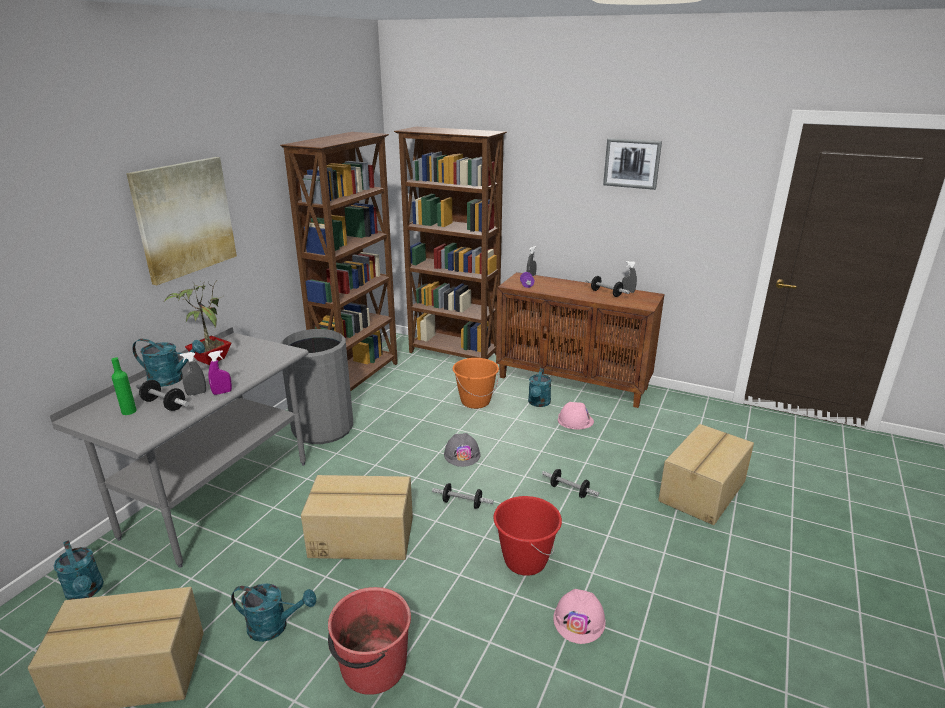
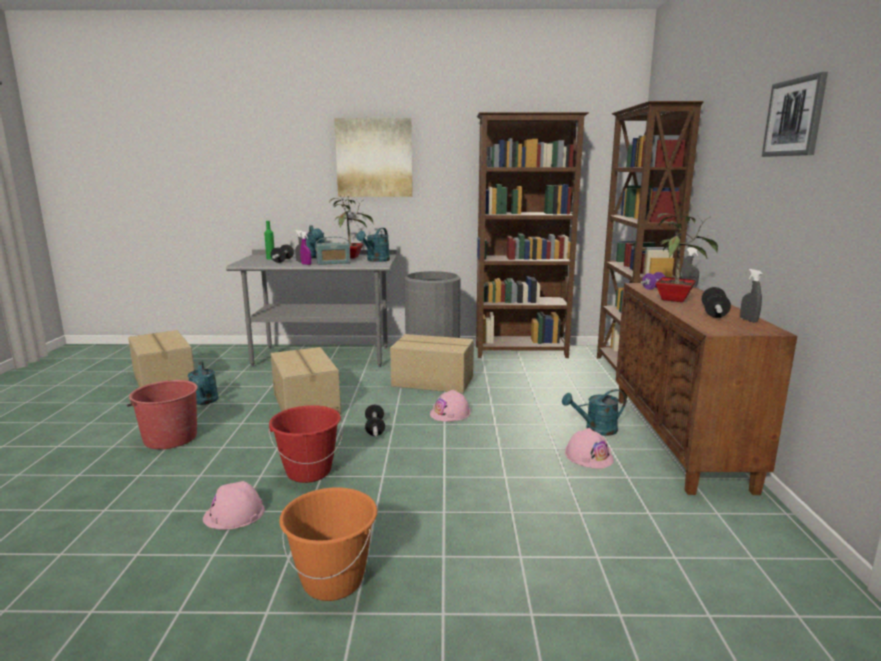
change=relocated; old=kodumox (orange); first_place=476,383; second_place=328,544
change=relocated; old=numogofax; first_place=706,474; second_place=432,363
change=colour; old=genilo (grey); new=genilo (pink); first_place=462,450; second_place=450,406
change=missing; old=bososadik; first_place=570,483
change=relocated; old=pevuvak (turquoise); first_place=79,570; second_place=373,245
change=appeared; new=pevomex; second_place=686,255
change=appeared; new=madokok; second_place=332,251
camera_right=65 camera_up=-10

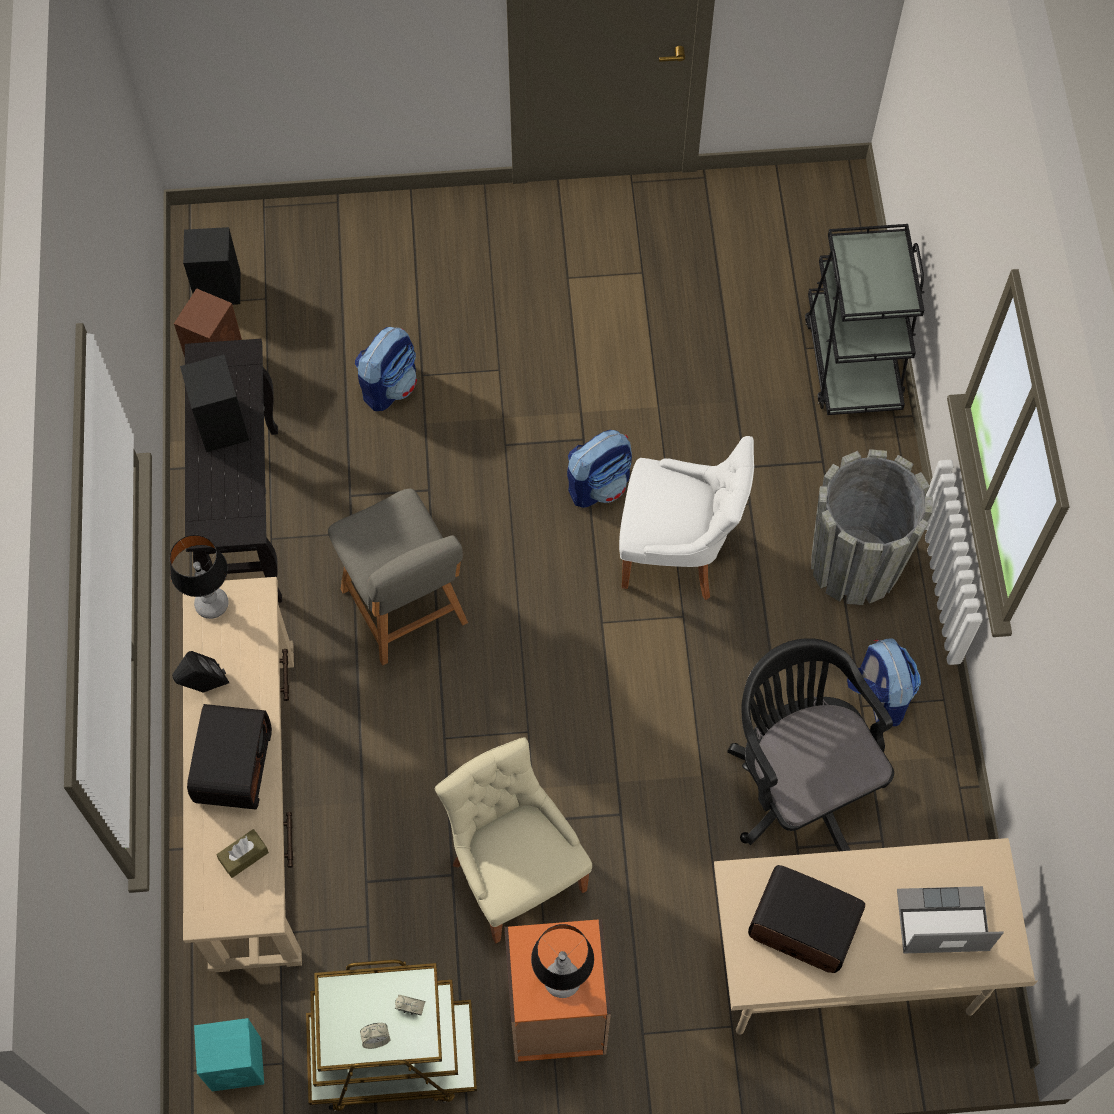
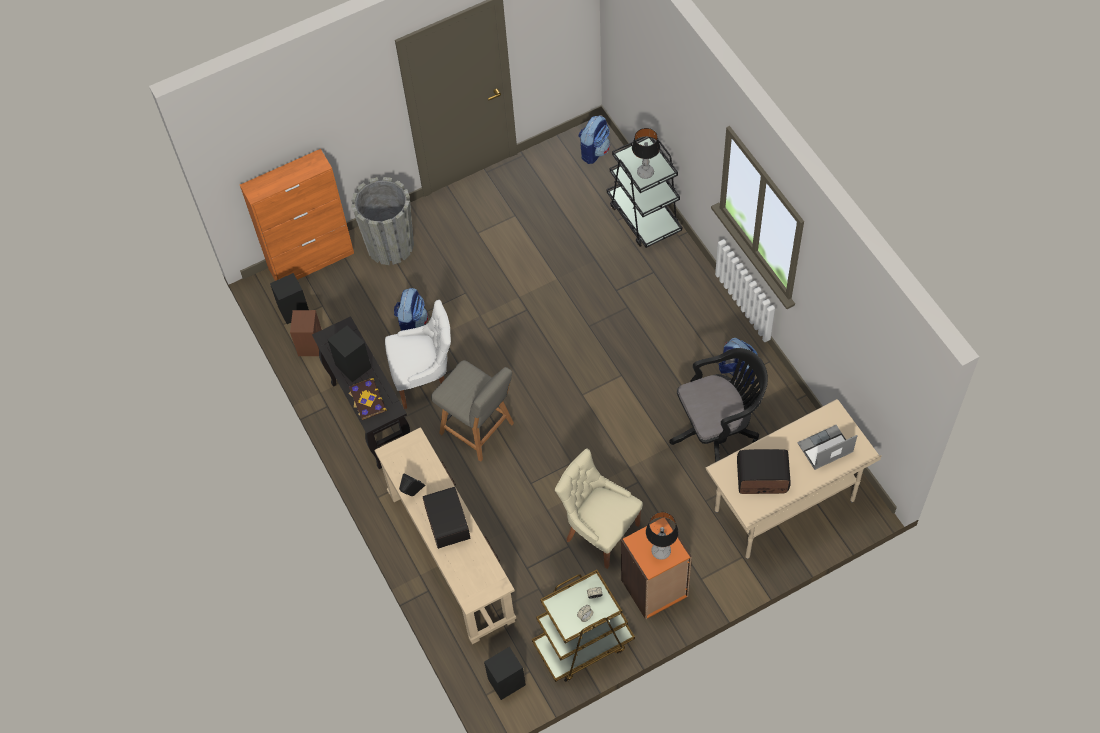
change=relocated; old=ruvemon; first_place=599,469; second_place=594,139
change=relocated; old=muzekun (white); first_place=686,518; second_place=418,354
change=relocated; old=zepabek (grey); first_place=872,527; second_place=382,221
change=relocated; old=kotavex; first_place=199,577; second_place=646,153
change=spun; old=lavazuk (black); first_place=810,744; second_place=718,405; degrees=120
change=missing; old=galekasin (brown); first_place=242,853
change=colour; old=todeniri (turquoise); new=todeniri (black); first_place=229,1054; second_place=505,673
change=appeared; new=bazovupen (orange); second_place=297,215
change=appeared; new=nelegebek; second_place=367,399
camera_right=-20 camera_up=-5

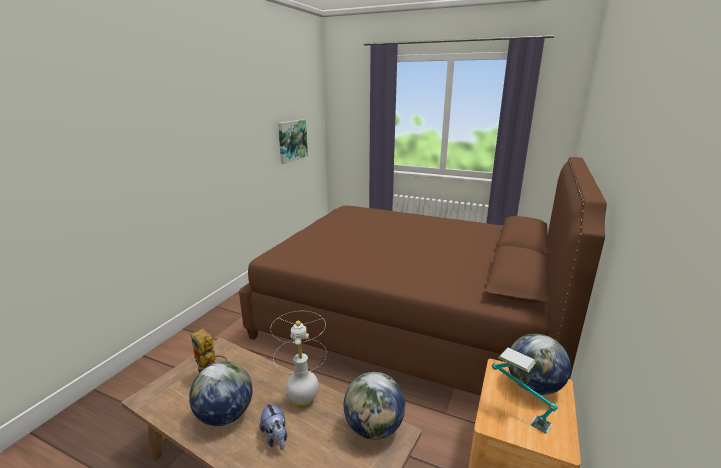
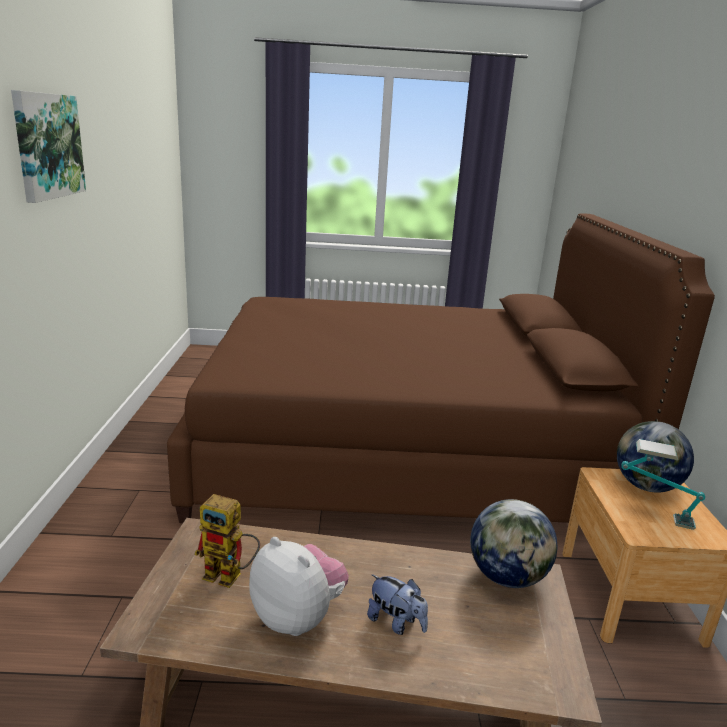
change=relocated; old=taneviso; first_place=293,141; second_place=48,146
change=missing; old=kotavex (white); first_place=298,359
change=exchanged; old=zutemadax; new=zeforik; first_place=220,393; second_place=299,586
camera_right=-25 camera_up=0

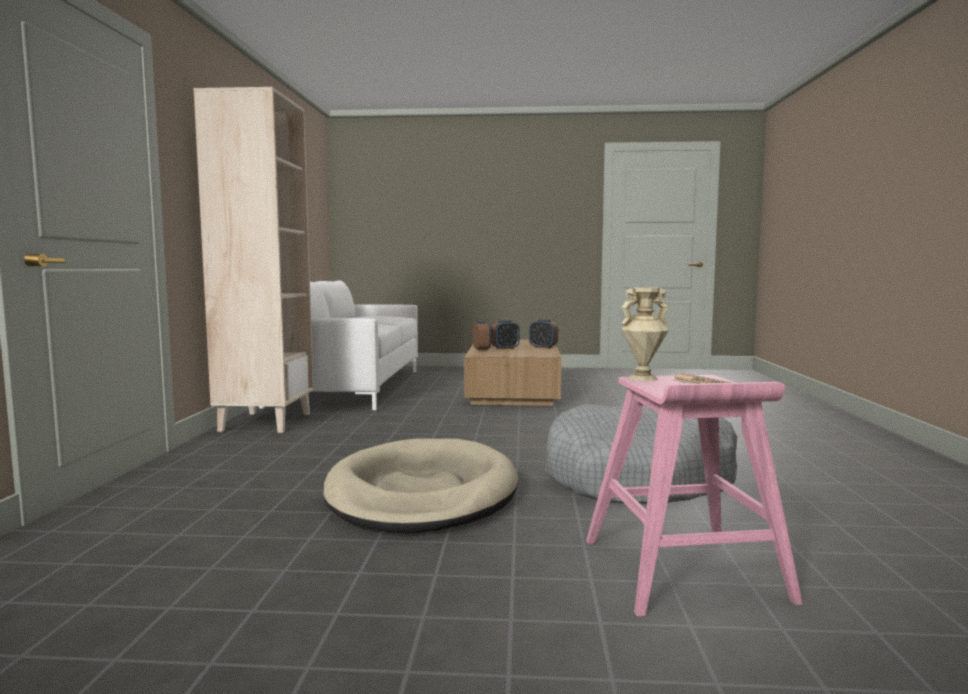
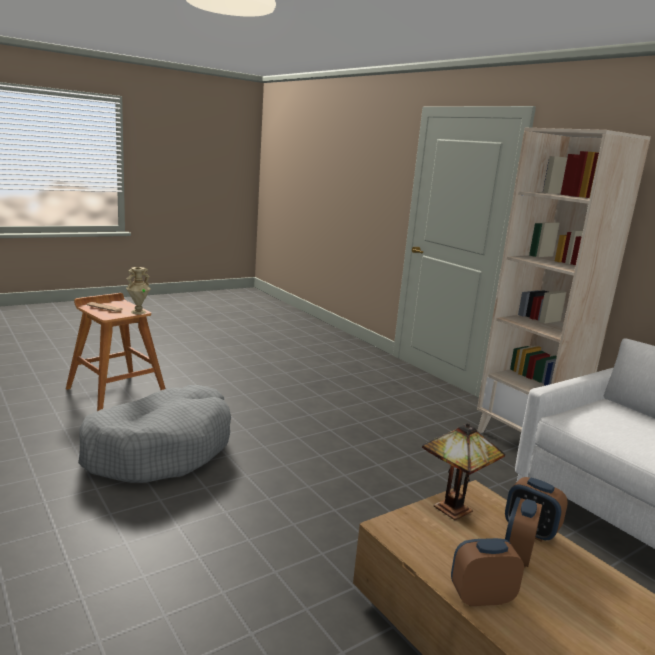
change=colour; old=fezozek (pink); new=fezozek (brown); first_place=694,495; second_place=115,352
change=missing; old=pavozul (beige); first_place=420,485
change=appeared; new=kotavex; second_place=463,471
camera_right=140 camera_up=10

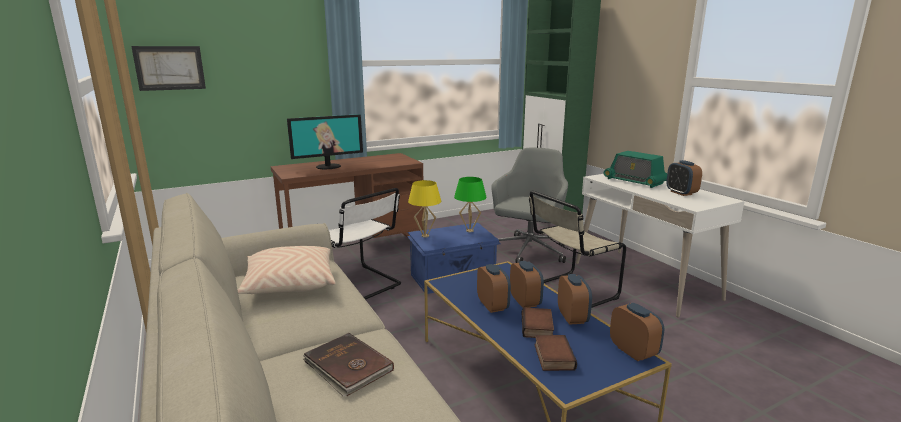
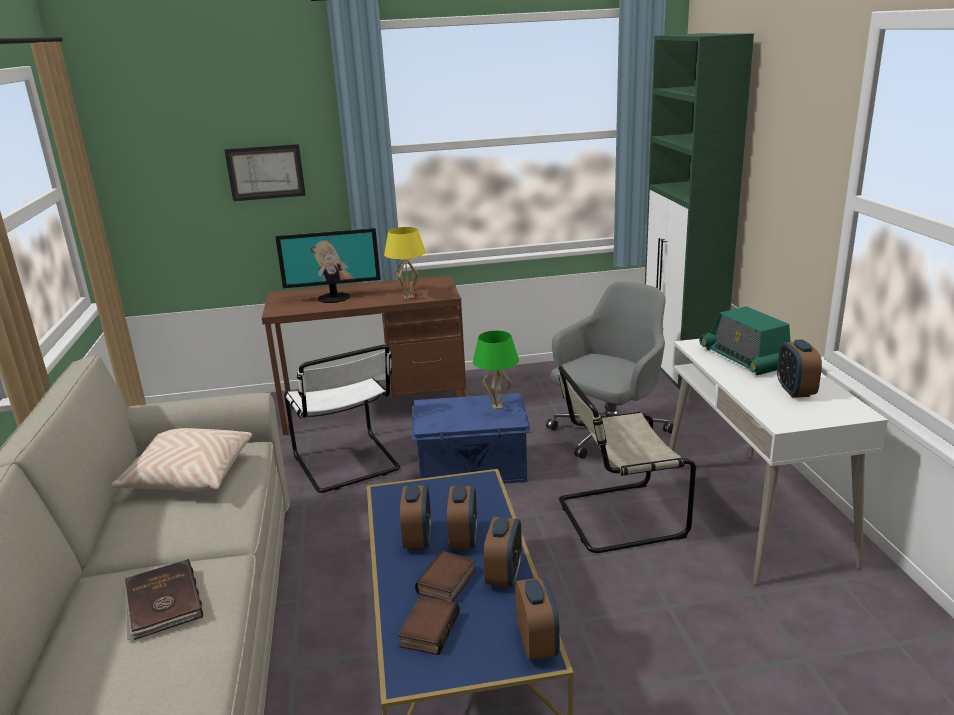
change=relocated; old=taneviso; first_place=168,68; second_place=265,172
change=relocated; old=kotavex (yellow); first_place=424,209; second_place=405,263
camera_right=20 camera_up=5

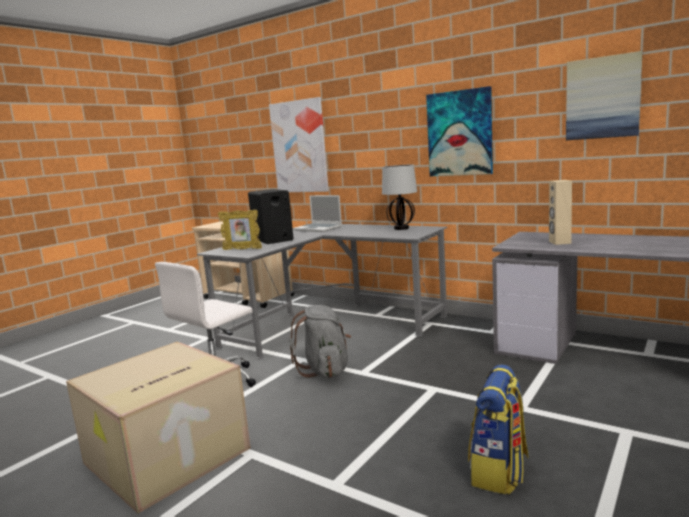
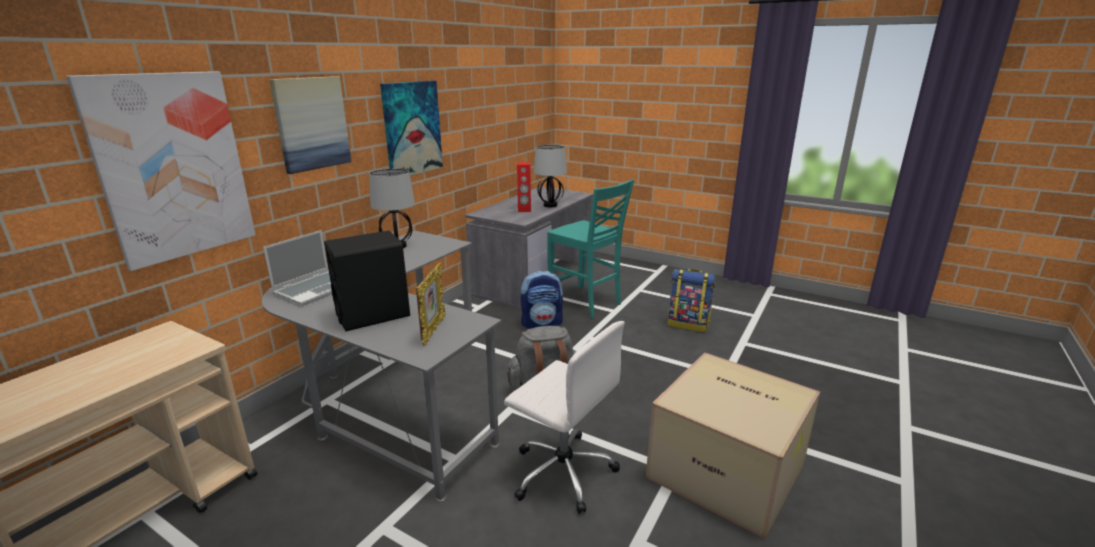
change=relocated; old=taneviso; first_place=604,95; second_place=310,125
change=colour; old=todeniri (beige); new=todeniri (red); first_place=560,212; second_place=524,187
change=appeared; new=kotavex; second_place=550,176
change=appeared; new=muzekun (turquoise); second_place=590,248
change=appeared; new=ruvemon; second_place=542,299
camera_right=-95 camera_up=10

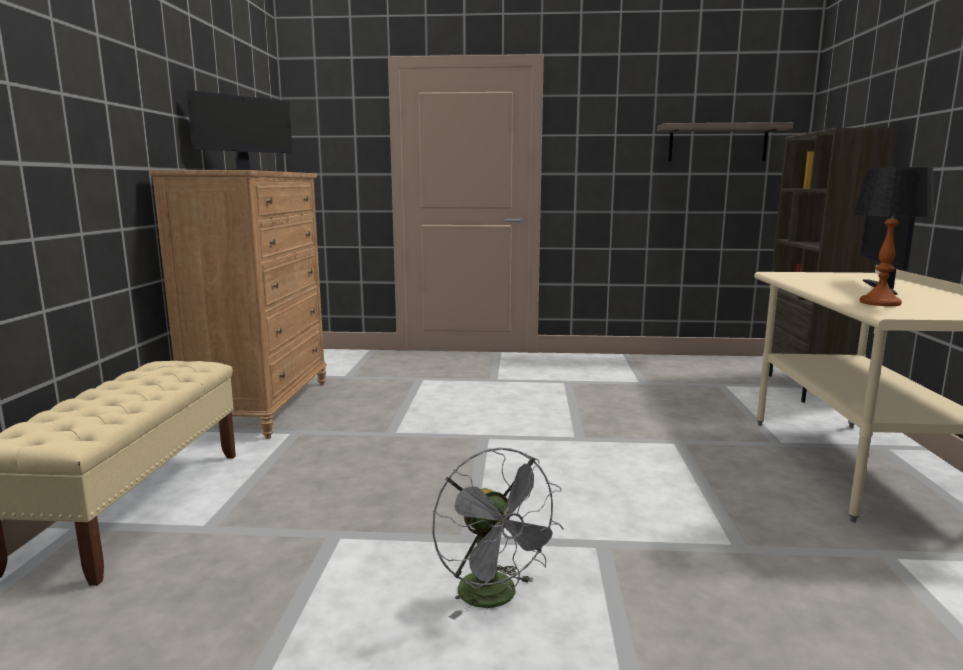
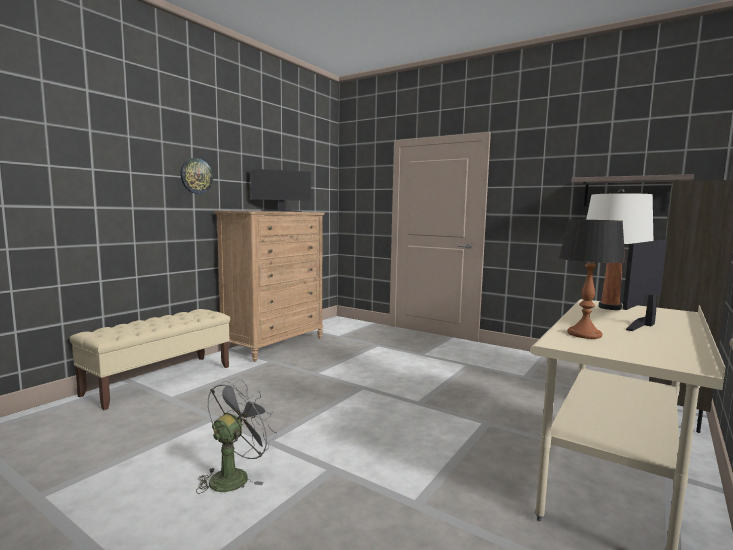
change=spun; old=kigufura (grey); first_place=498,534; second_place=236,436; degrees=-150
change=appeared; new=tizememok; second_place=196,176
change=appeared; new=kotavex (white); second_place=619,249
camera_right=30 camera_up=-5

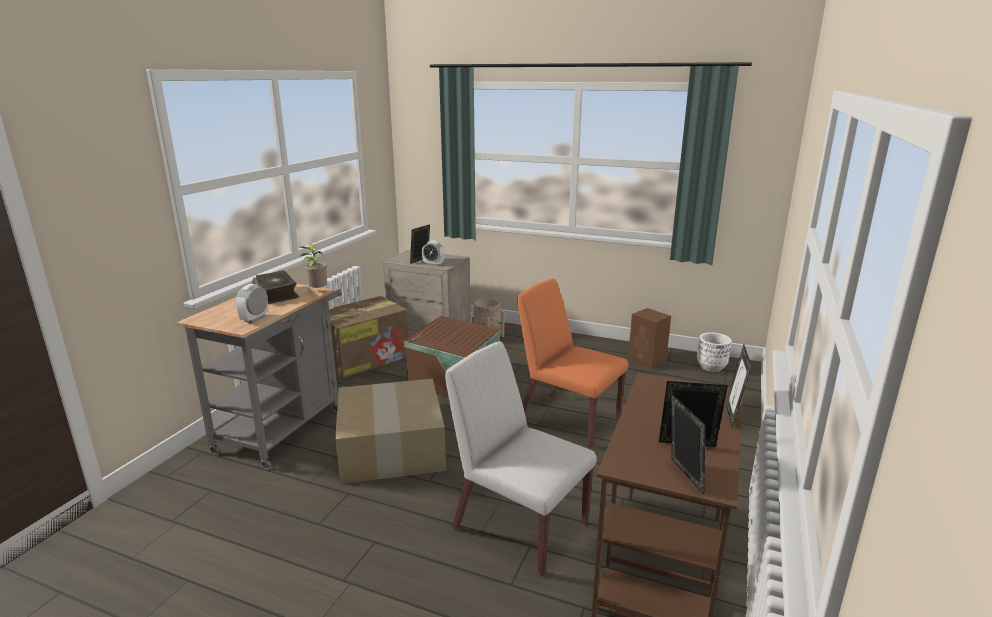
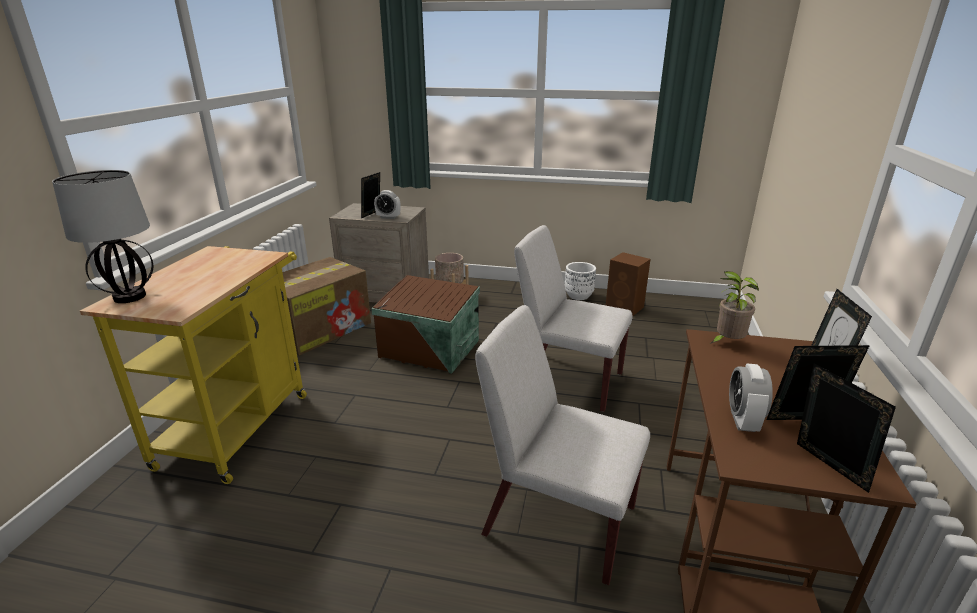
change=relocated; old=pevomex; first_place=313,267; second_place=734,307
change=missing; old=nelegebek; first_place=276,287
change=colour; old=muzekun (orange); new=muzekun (white); first_place=572,363; second_place=573,318
change=colour; old=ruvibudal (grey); new=ruvibudal (yellow); first_place=259,376; second_place=193,365
change=relocated; old=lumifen; first_place=252,303; second_place=751,397
change=relocated; old=zepabek (white); first_place=714,352; second_place=580,281
change=missing; old=numogofax; first_place=390,431
change=appeared; new=kotavex; second_place=102,236
camera_right=-10 camera_up=5

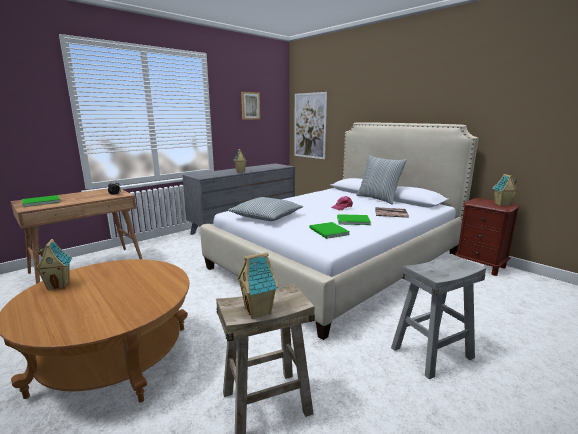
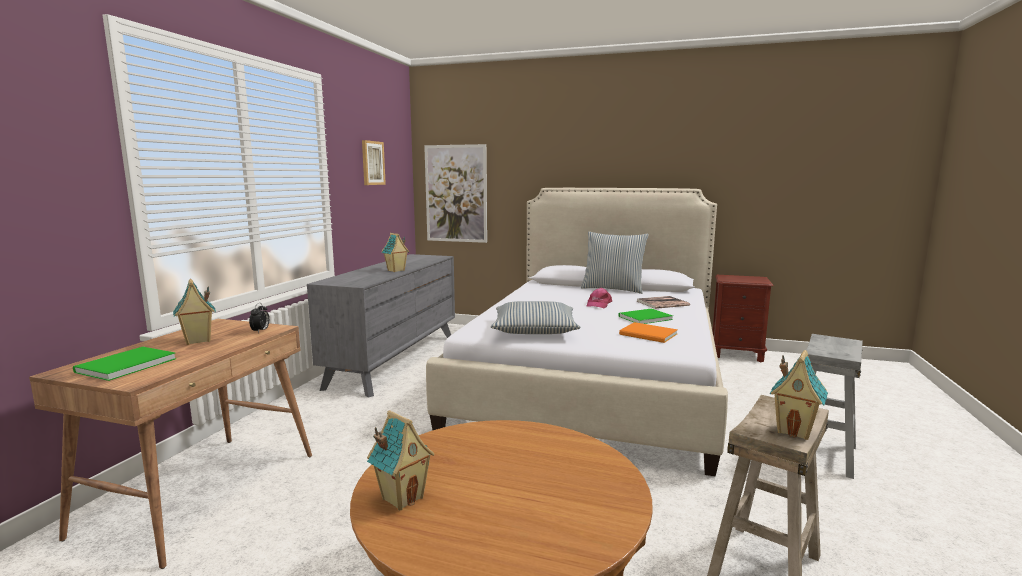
change=relocated; old=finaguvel; first_place=505,190; second_place=194,312
change=colour; old=nelegebek (green); new=nelegebek (orange); first_place=329,230; second_place=648,332
camera_right=-30 camera_up=-5

